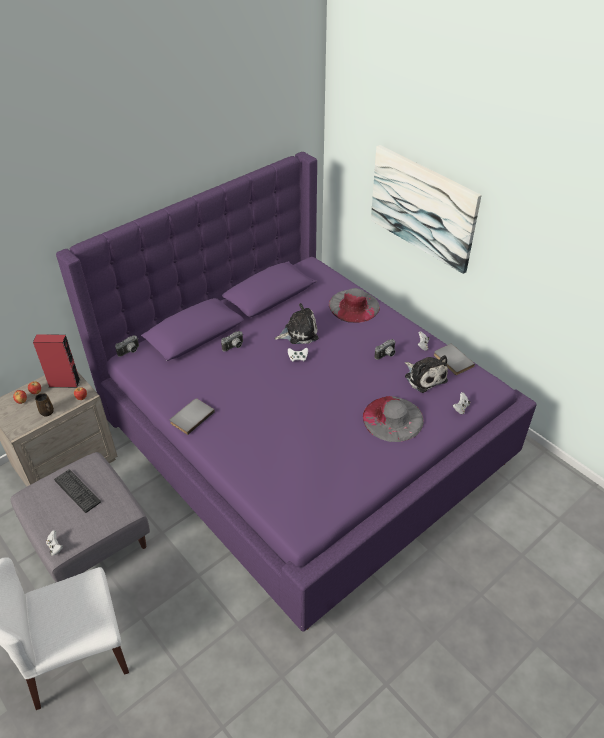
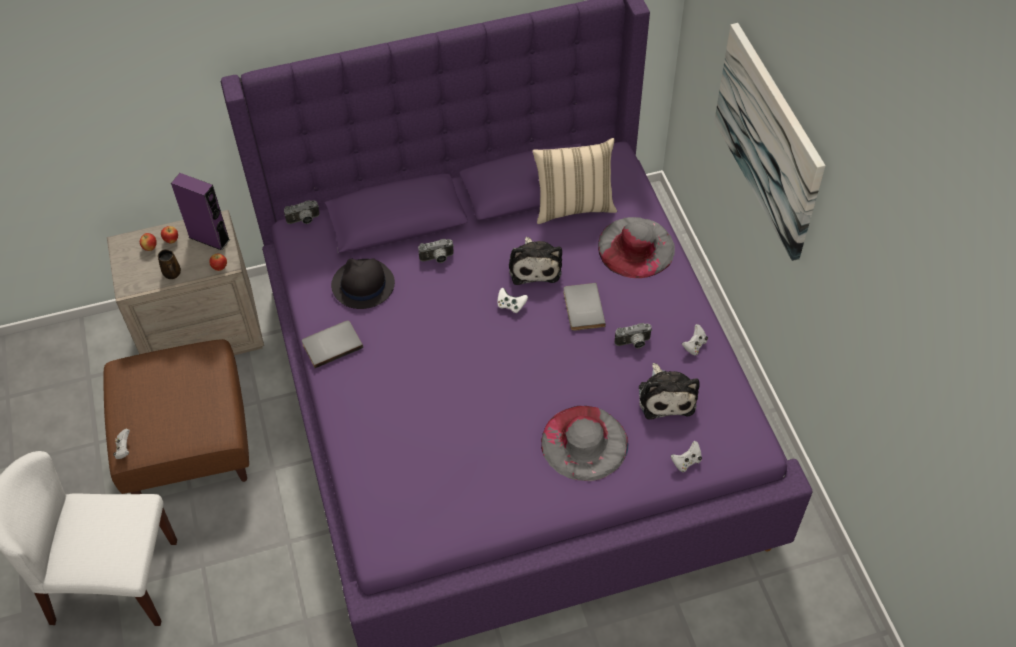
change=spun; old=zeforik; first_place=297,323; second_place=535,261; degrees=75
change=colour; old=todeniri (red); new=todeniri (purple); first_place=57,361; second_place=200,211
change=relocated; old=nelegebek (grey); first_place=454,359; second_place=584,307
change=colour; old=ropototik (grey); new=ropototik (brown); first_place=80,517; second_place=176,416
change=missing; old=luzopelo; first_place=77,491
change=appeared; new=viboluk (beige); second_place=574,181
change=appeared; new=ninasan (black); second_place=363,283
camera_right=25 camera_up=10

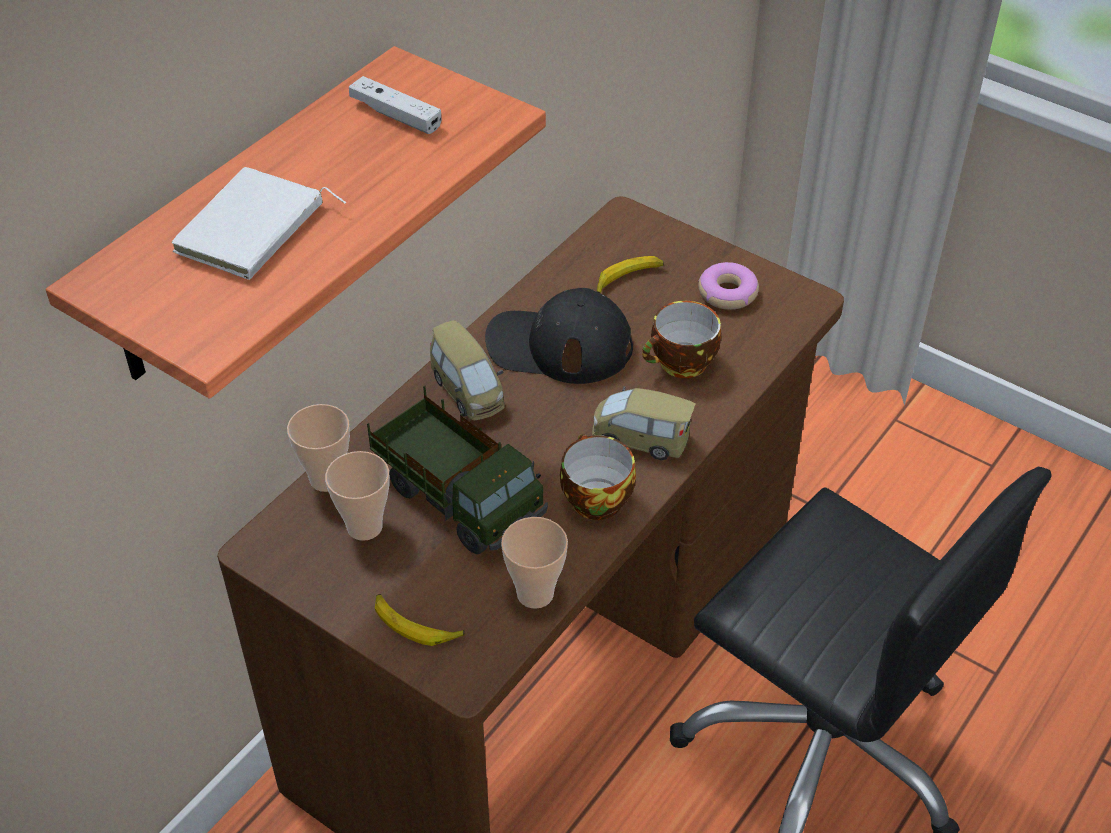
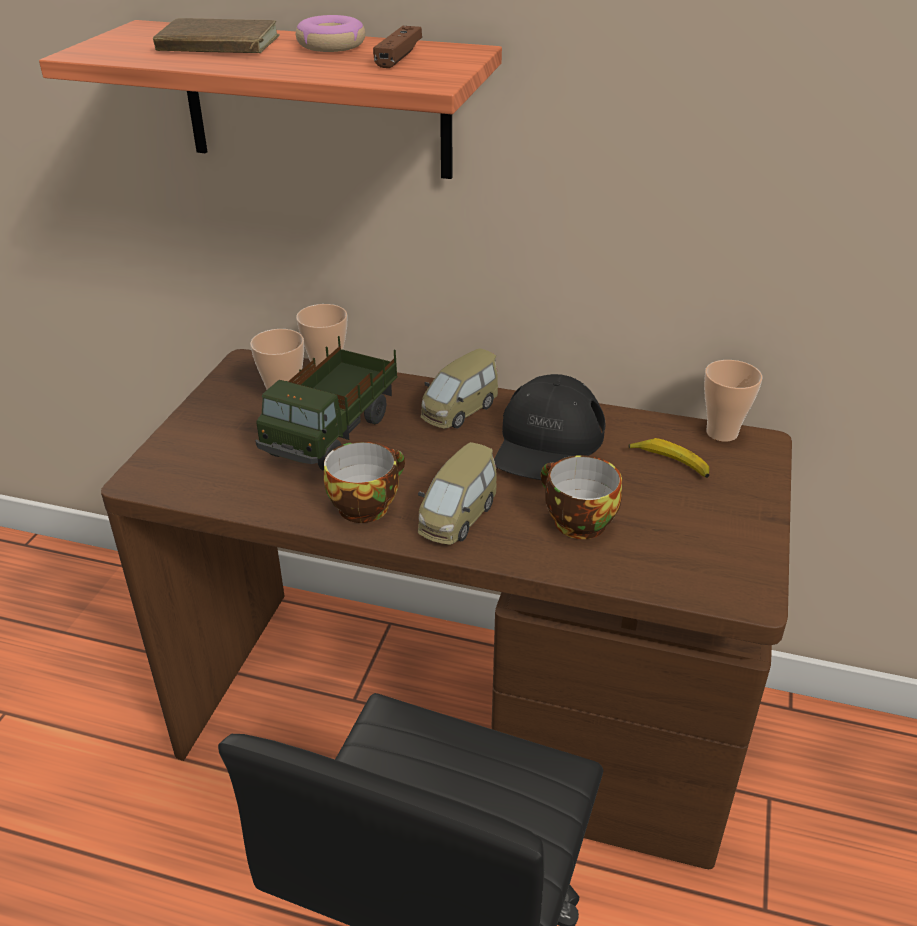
change=colour; old=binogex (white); new=binogex (brown); first_place=395,105; second_place=397,47
change=colour; old=nelegebek (white); new=nelegebek (brown); first_place=259,223; second_place=216,35
change=relocated; old=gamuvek; first_place=728,286; second_place=330,33
change=spun; old=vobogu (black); first_place=559,336; second_place=549,427; degrees=-150
change=spun; old=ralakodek; first_place=644,423; second_place=457,493; degrees=-150
change=relocated; old=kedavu; first_place=534,563; second_place=733,401
change=missing; old=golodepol; first_place=420,620
camera_right=70 camera_up=-10

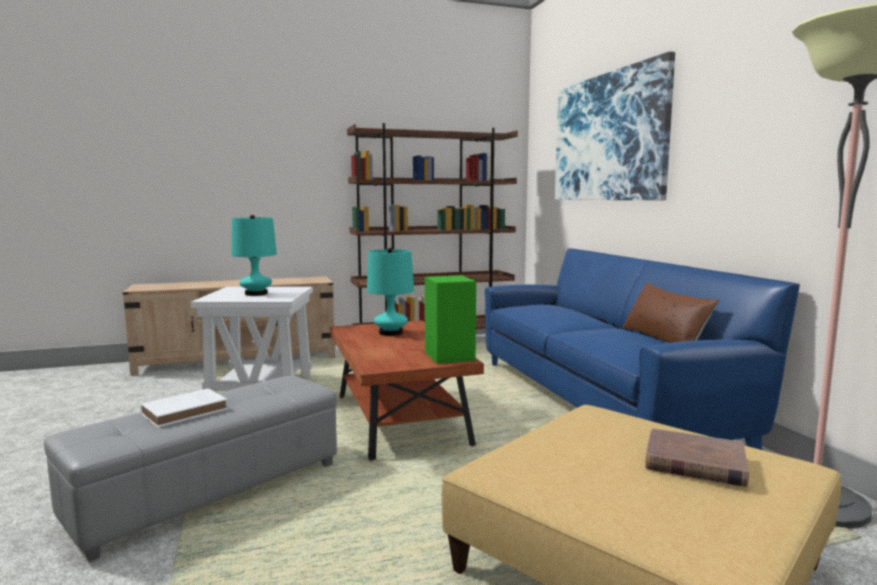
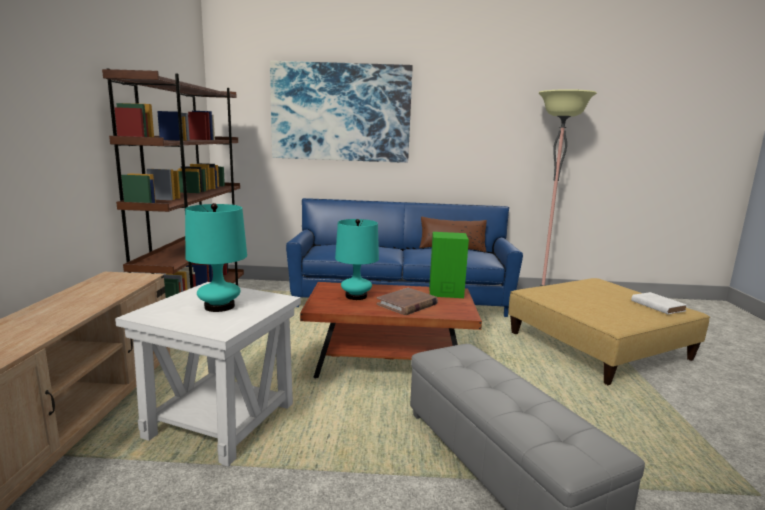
change=relocated; old=nelegebek (white); first_place=184,407; second_place=659,303
change=relocated; old=nelegebek (brown); first_place=697,457; second_place=407,301
camera_right=-70 camera_up=5

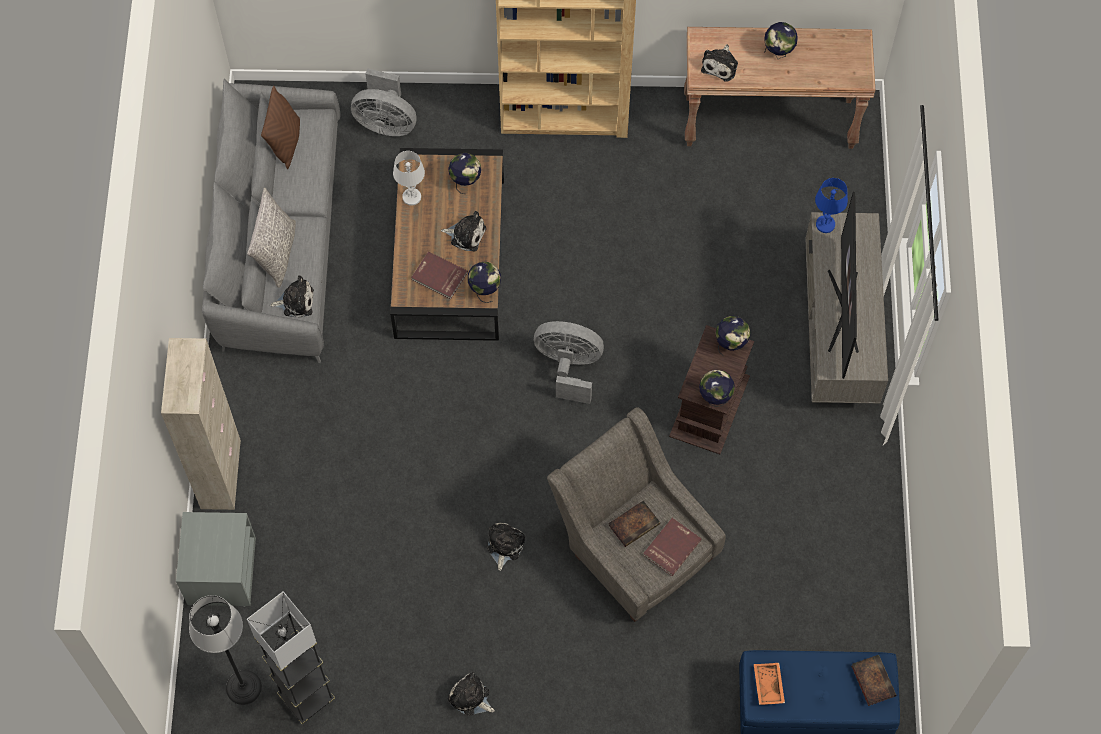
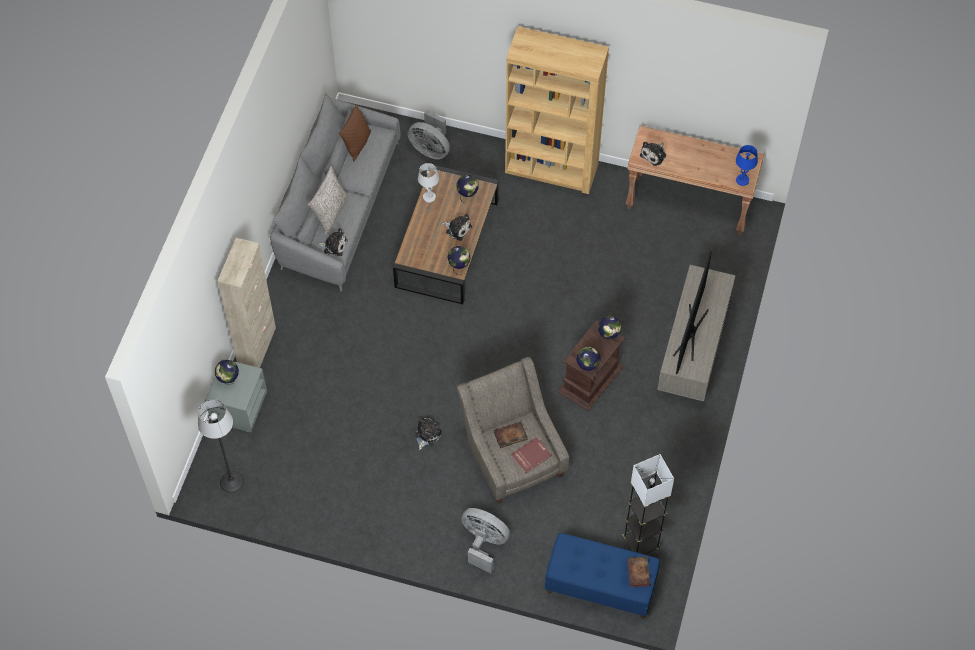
change=relocated; old=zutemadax; first_place=781,40; second_place=227,372
change=relocated; old=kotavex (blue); first_place=831,205; second_place=747,165
change=missing; old=nelegebek (red); first_place=439,275
change=relocated; old=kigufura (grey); first_place=569,362; second_place=485,540
change=relocated; old=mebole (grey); first_place=291,657; second_place=648,504
change=missing; old=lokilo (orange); first_place=769,684
change=missing; old=zeforik; first_place=471,694
camera_right=15 camera_up=-5

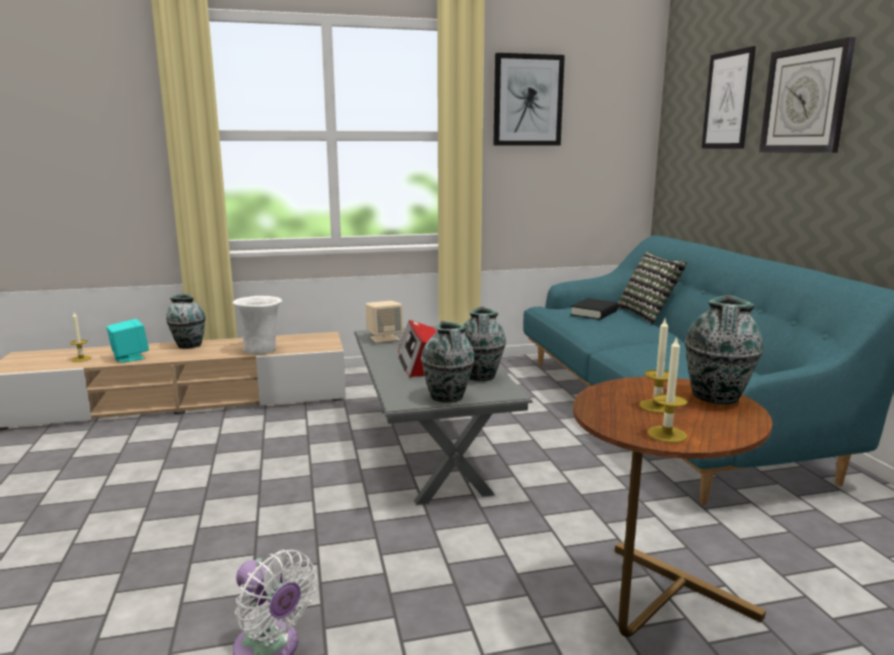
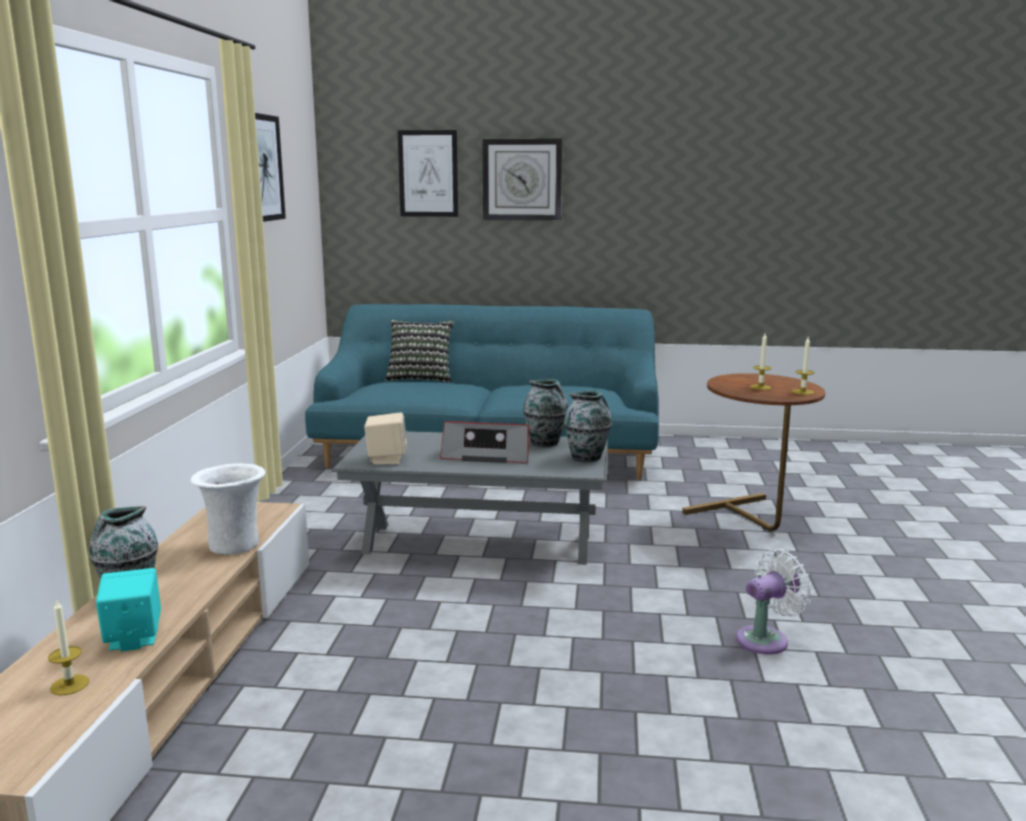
change=missing; old=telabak; first_place=724,350
change=missing; old=nelegebek (black); first_place=594,309
camera_right=-70 camera_up=0

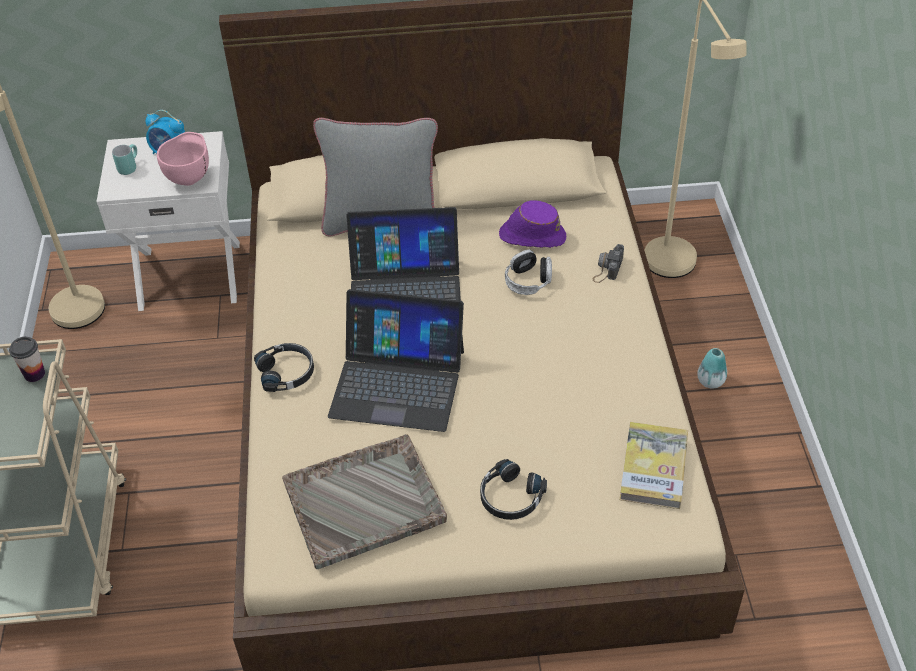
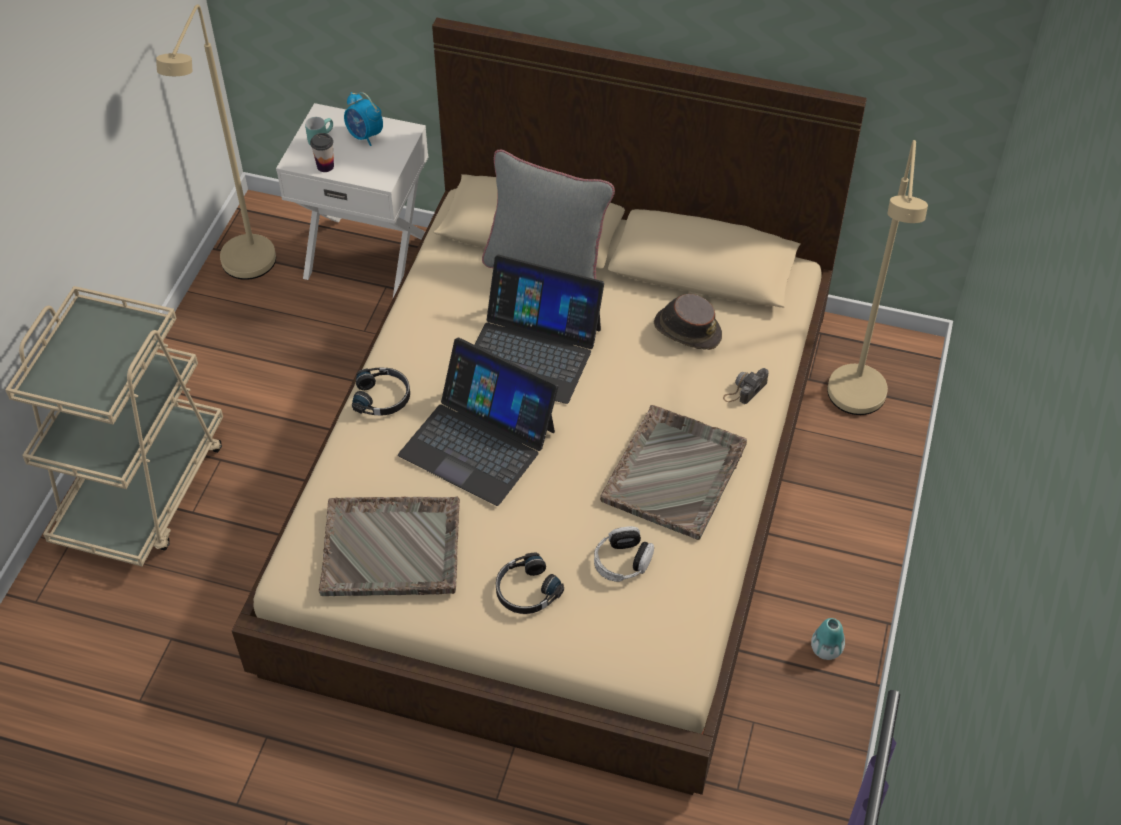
change=missing; old=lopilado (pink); first_place=183,159
change=colour; old=ninasan (purple); new=ninasan (brown); first_place=532,224; second_place=688,322
change=relocated; old=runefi; first_place=528,272; second_place=624,554
change=relocated; old=kedavu; first_place=27,359; second_place=322,152
change=relocated; old=telabak; first_place=712,368; second_place=828,639
change=missing; old=nelegebek; first_place=653,465
change=appeared; new=lokilo (grey); second_place=673,472
camera_right=20 camera_up=5

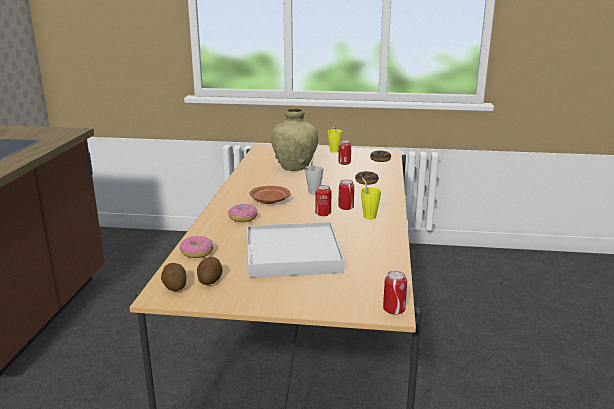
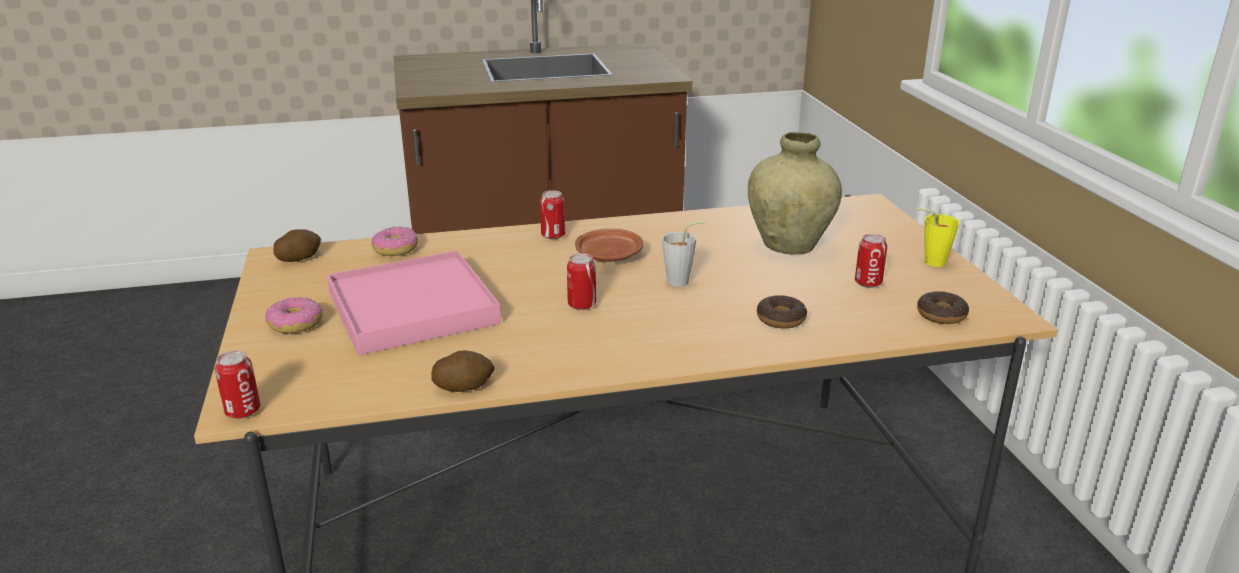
change=missing; old=kedavu (yellow); first_place=371,198
change=relocated; old=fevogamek; first_place=346,194; second_place=553,214
change=relocated; old=gamuvek; first_place=243,213; second_place=294,315
change=colour; old=lokilo (white); new=lokilo (pink); first_place=295,250; second_place=414,303
change=relocated; old=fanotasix; first_place=210,271; second_place=463,371
camera_right=70 camera_up=5

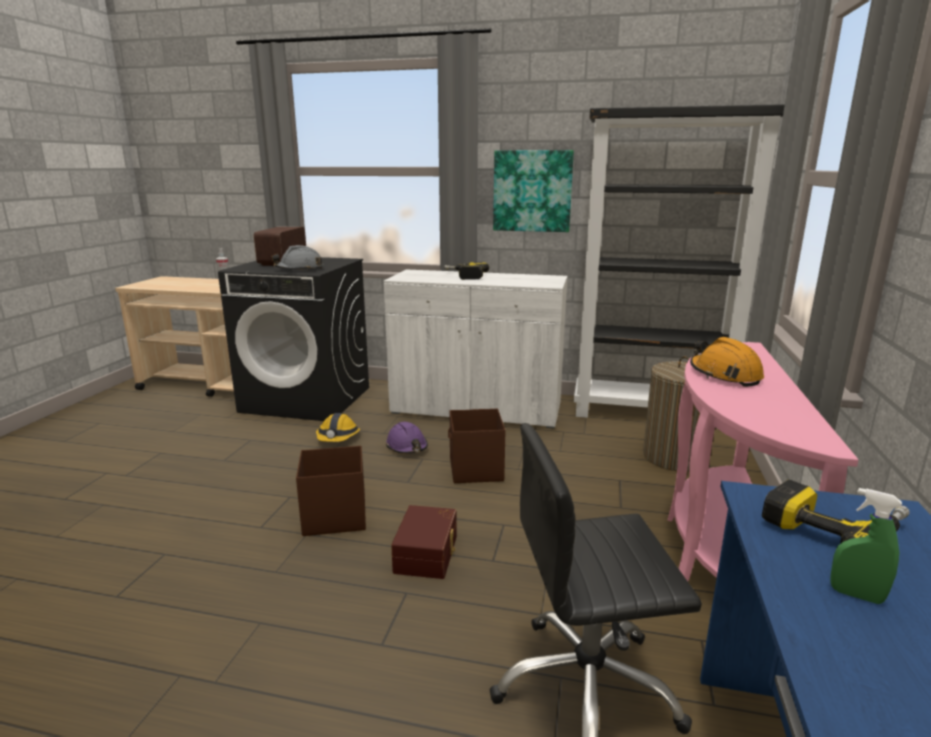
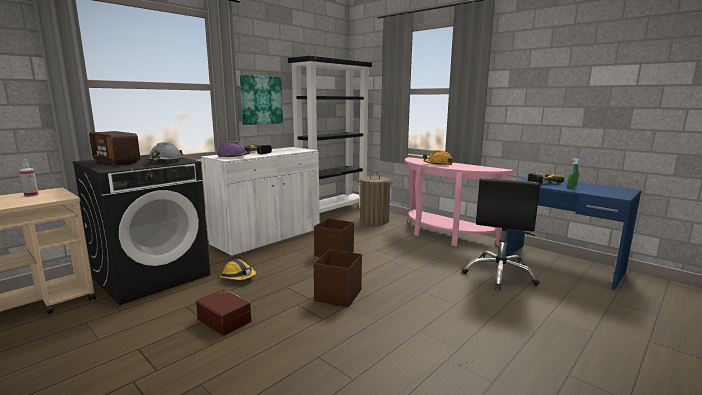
change=relocated; old=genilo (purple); first_place=407,438; second_place=234,149
change=relocated; old=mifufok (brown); first_place=424,542; second_place=223,312
camera_right=-60 camera_up=-5

